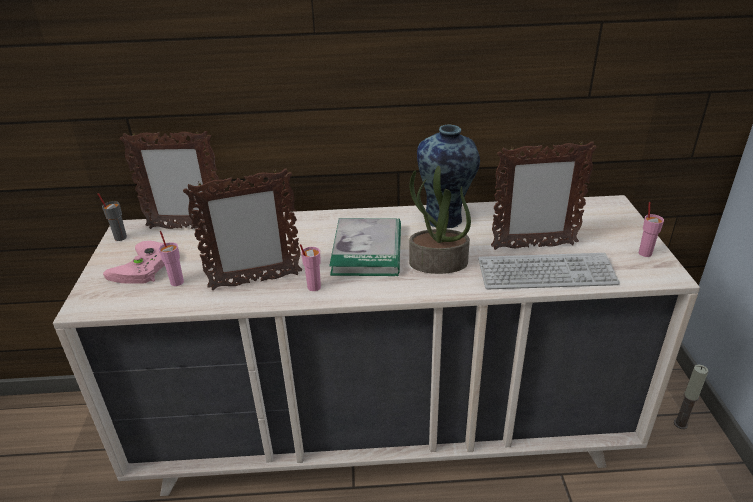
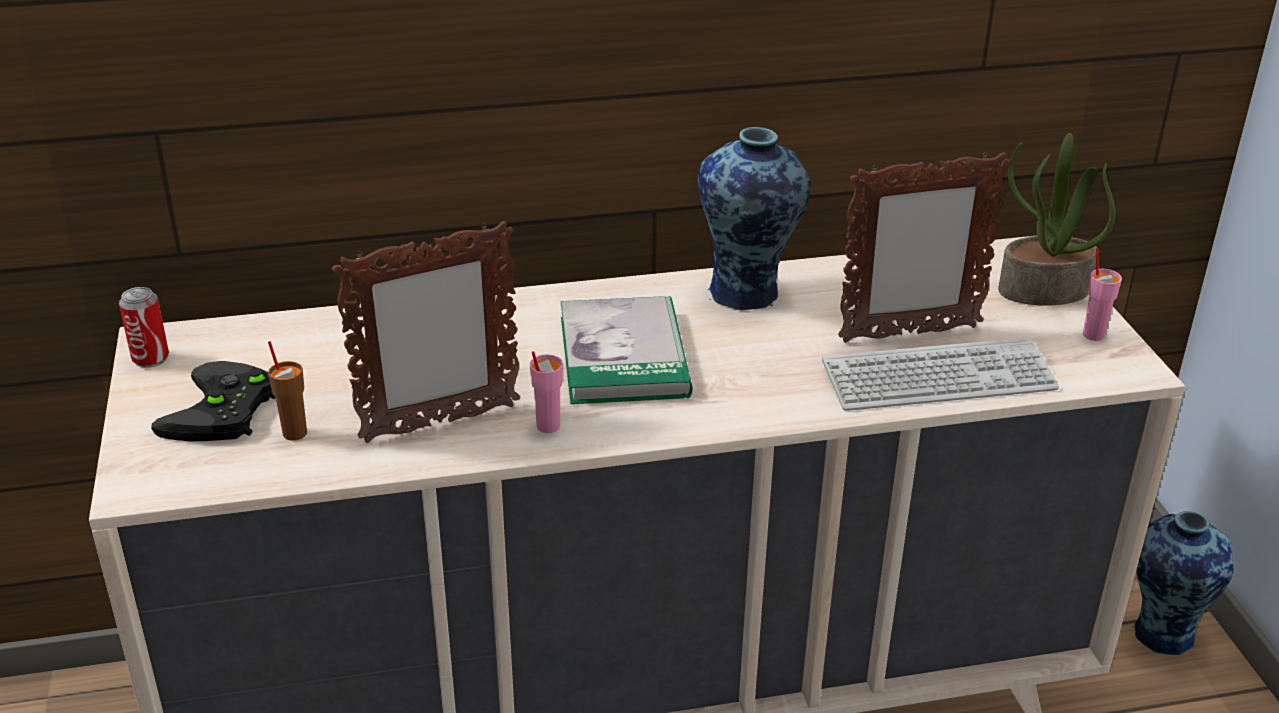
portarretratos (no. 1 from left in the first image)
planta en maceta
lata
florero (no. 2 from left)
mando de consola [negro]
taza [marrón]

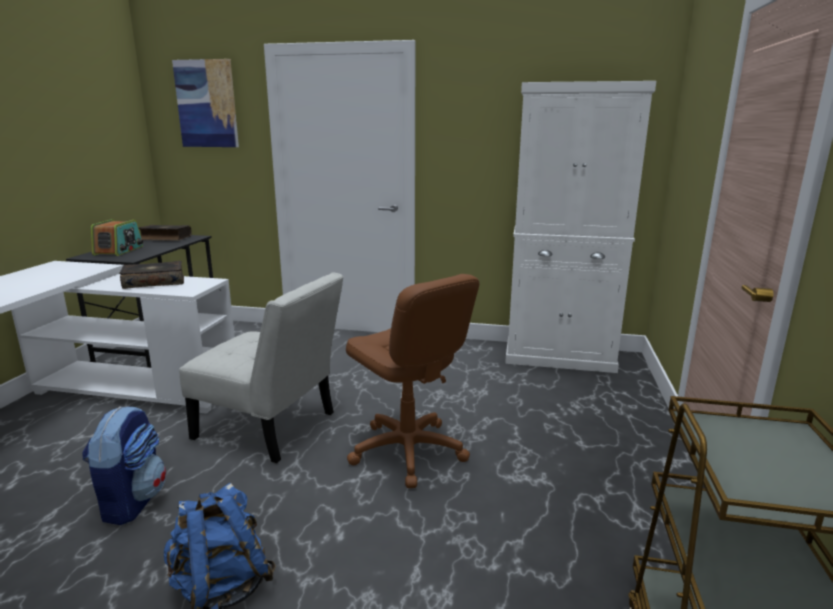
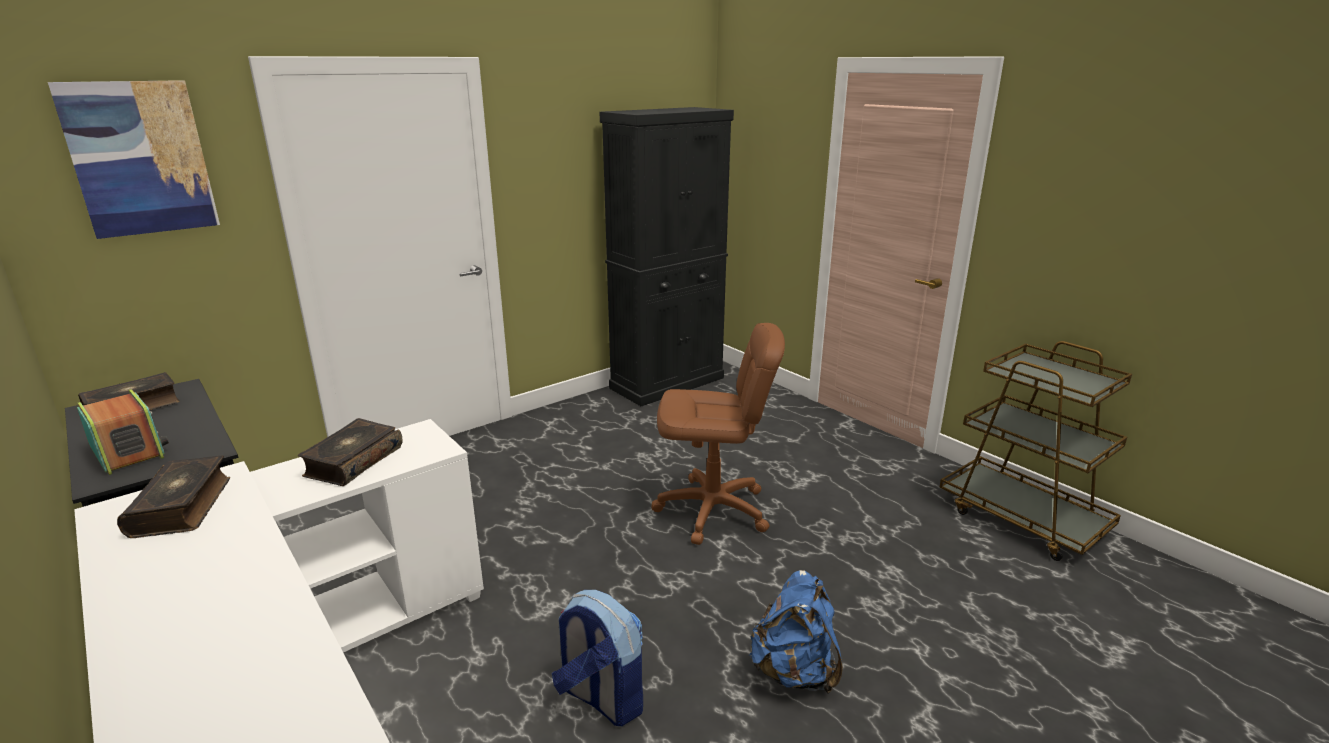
silla [blanco]
libro (no. 2 from left)
armario [negro]

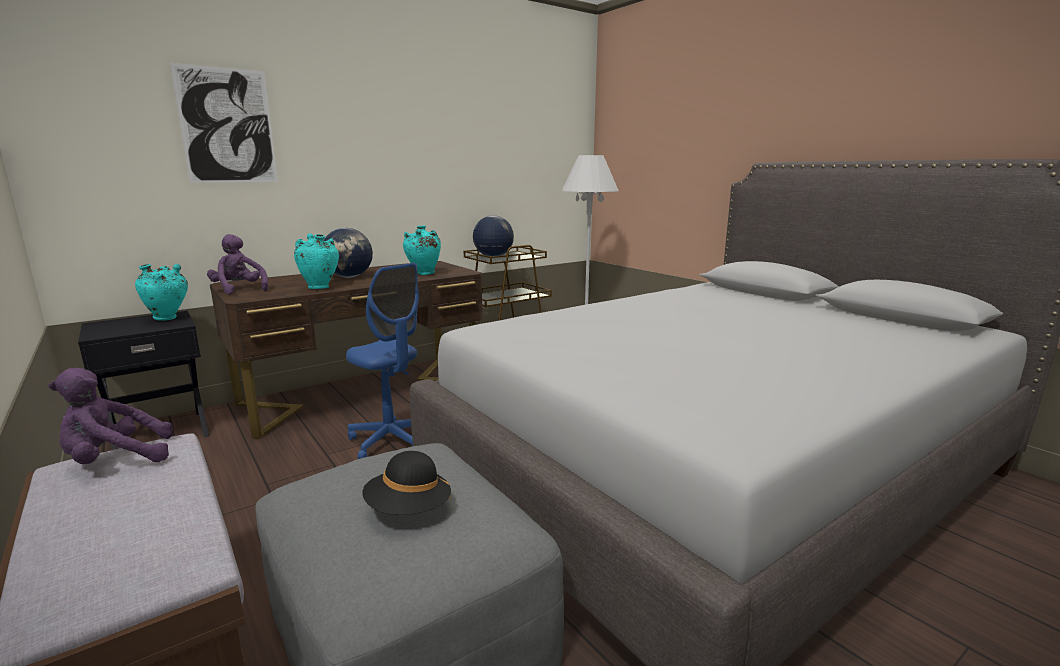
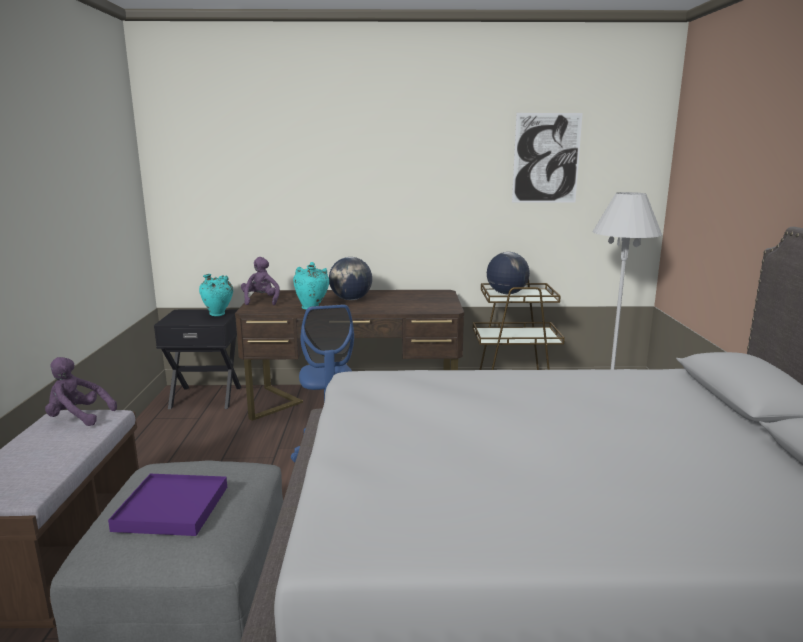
florero [turquesa] (no. 3 from left in the first image)
cuadro
bandeja [morado]

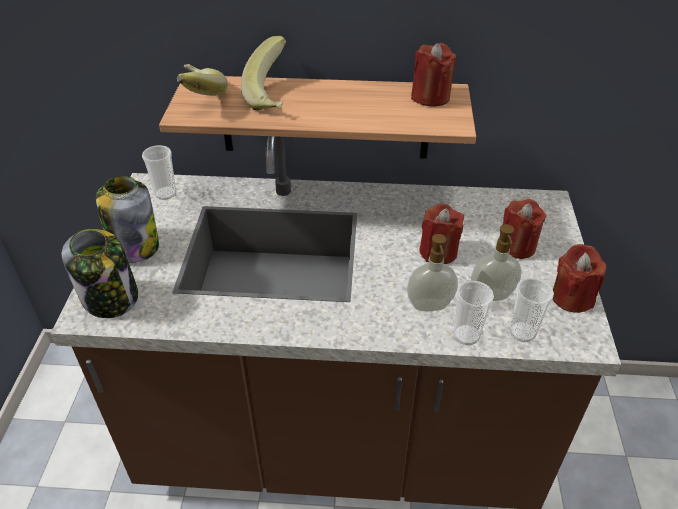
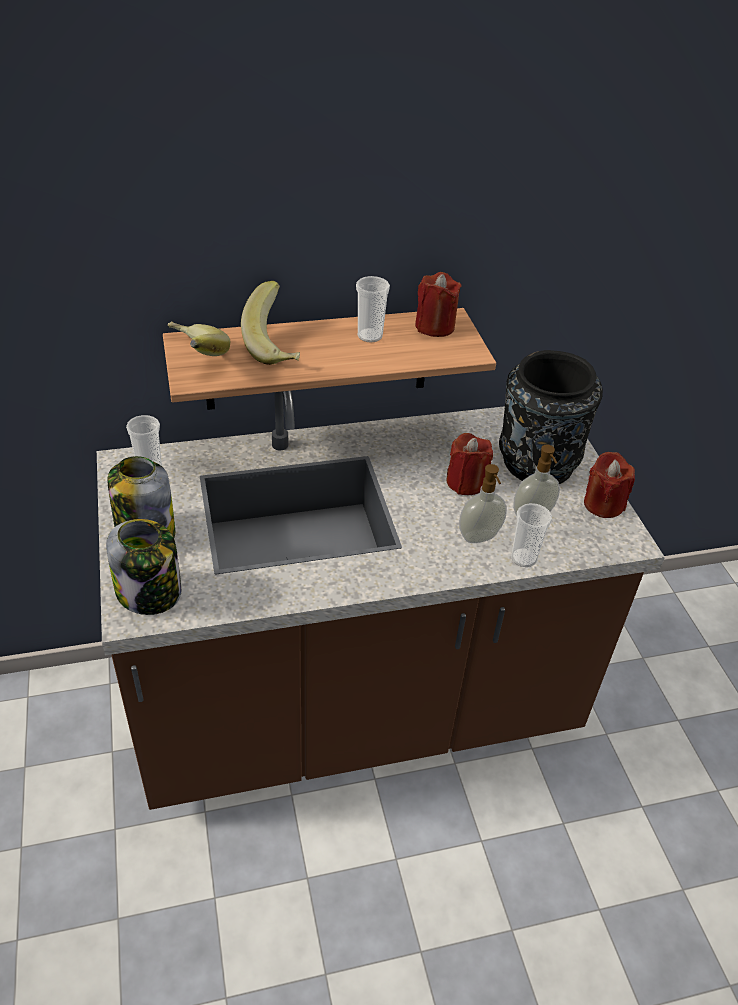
taza (no. 2 from left)
florero [negro]

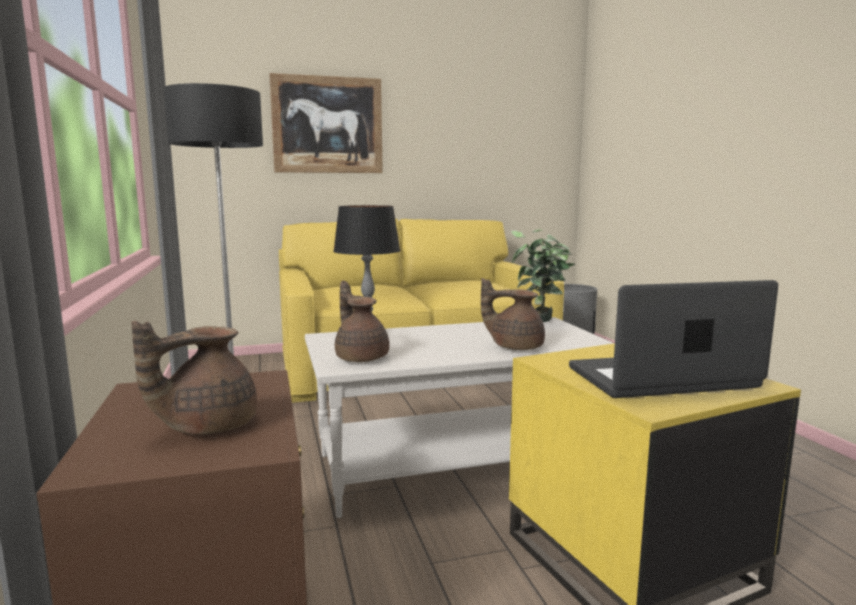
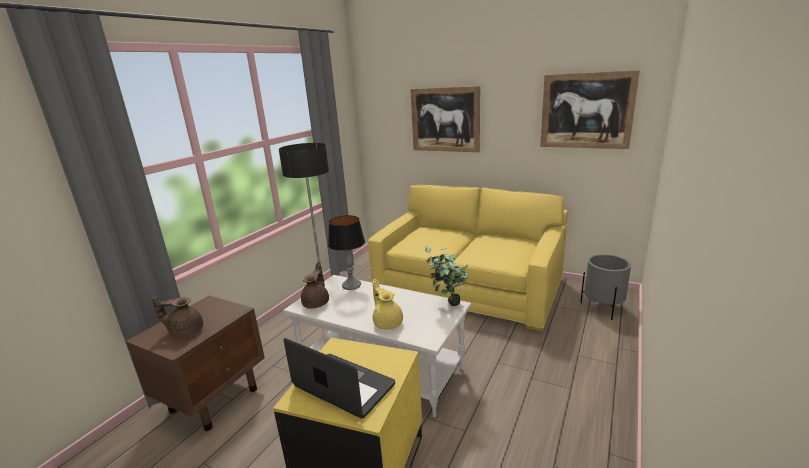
cuadro (no. 2 from left)
tetera [amarillo]

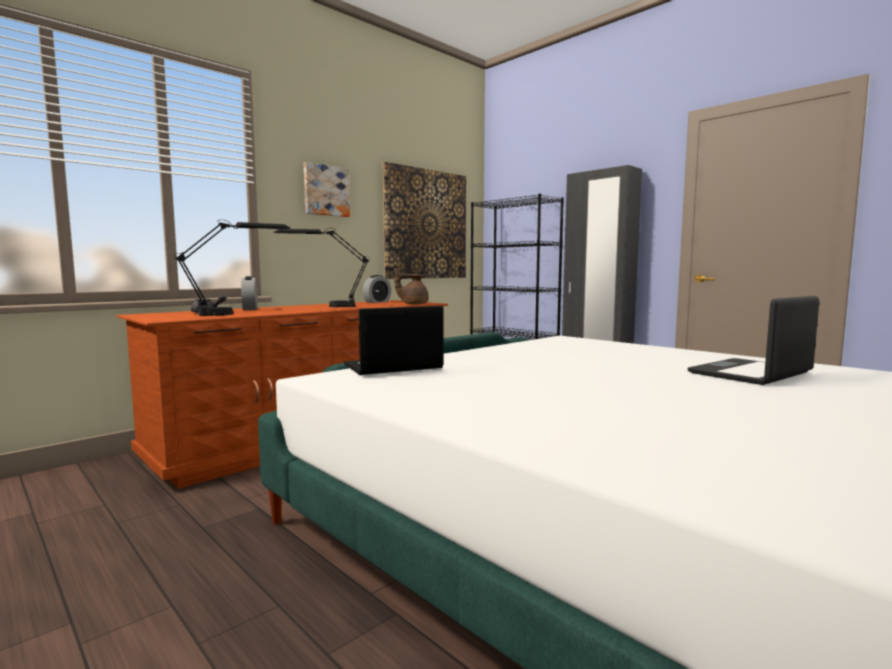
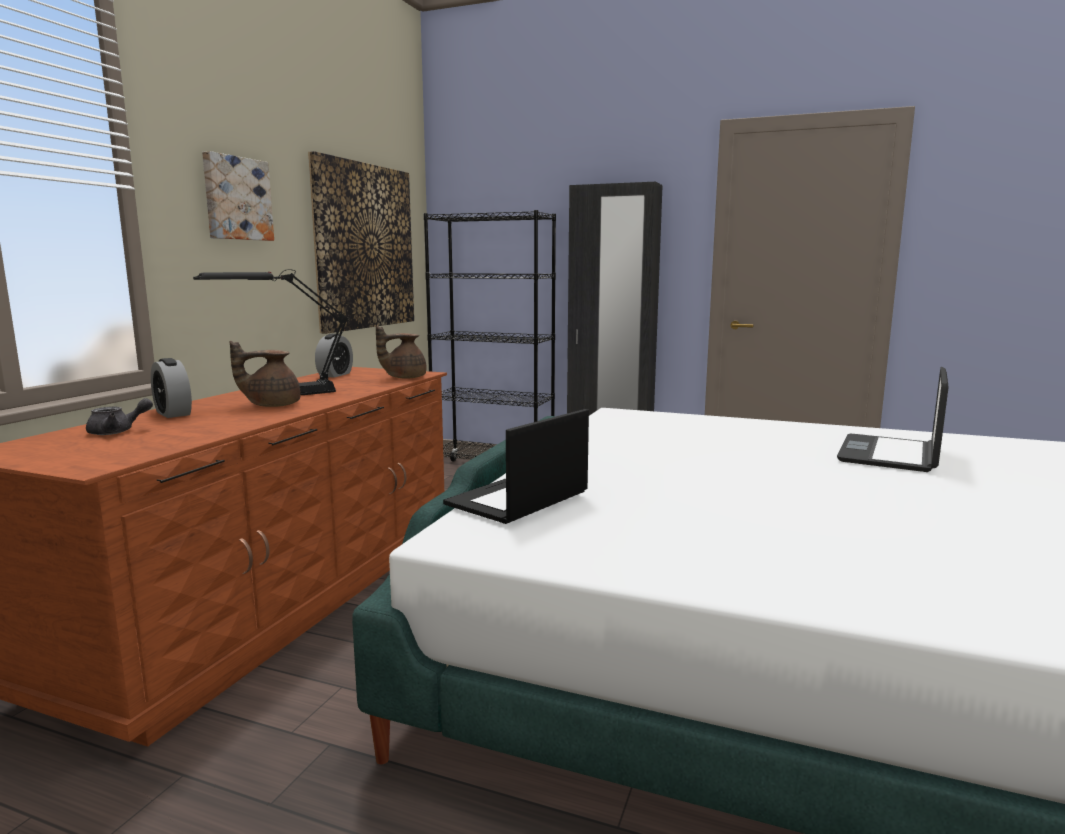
lámpara de mesa [negro] (no. 1 from left in the first image)
tetera [marrón] (no. 1 from left)

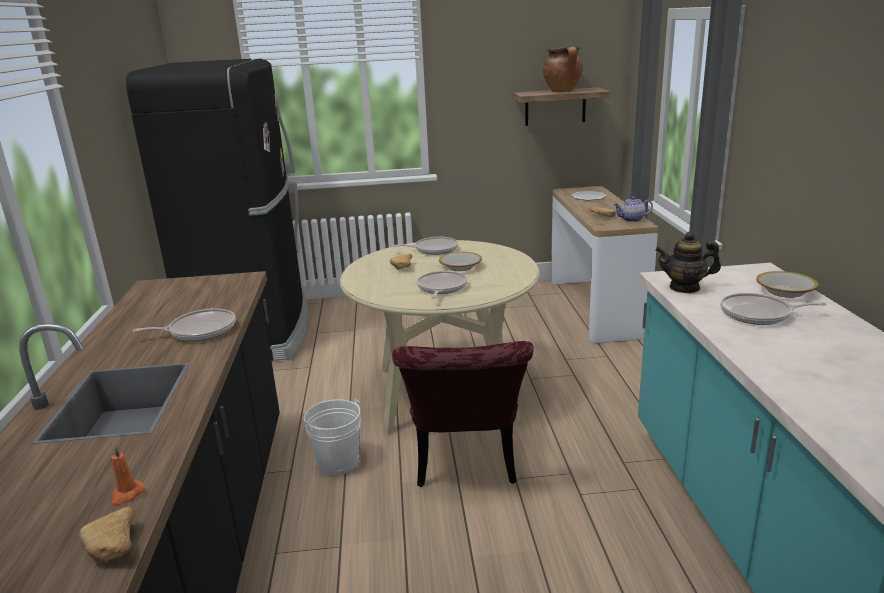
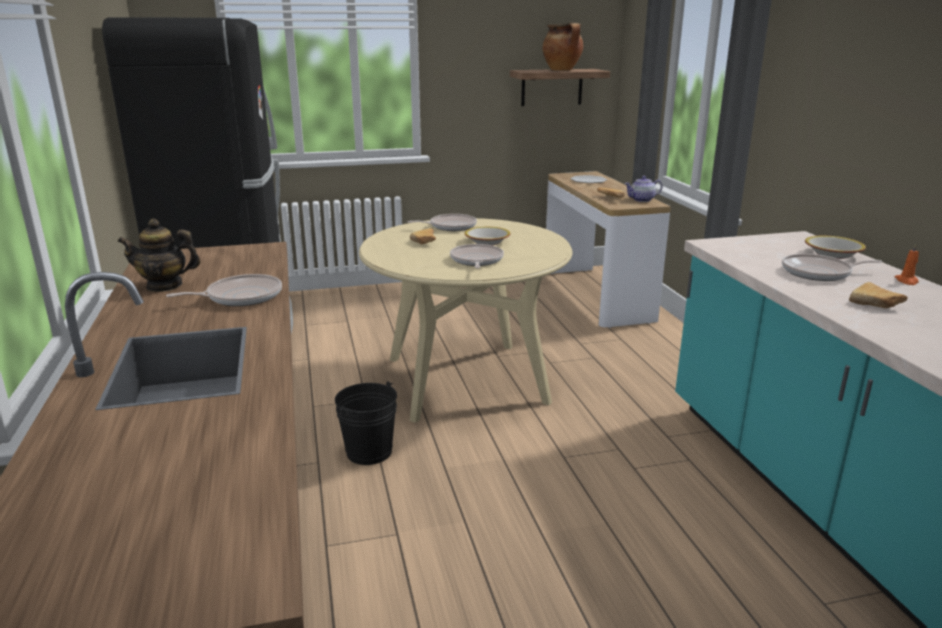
silla [rojo]
pan (no. 3 from left)
vela [naranja]
tetera (no. 1 from left)
cubo [negro]

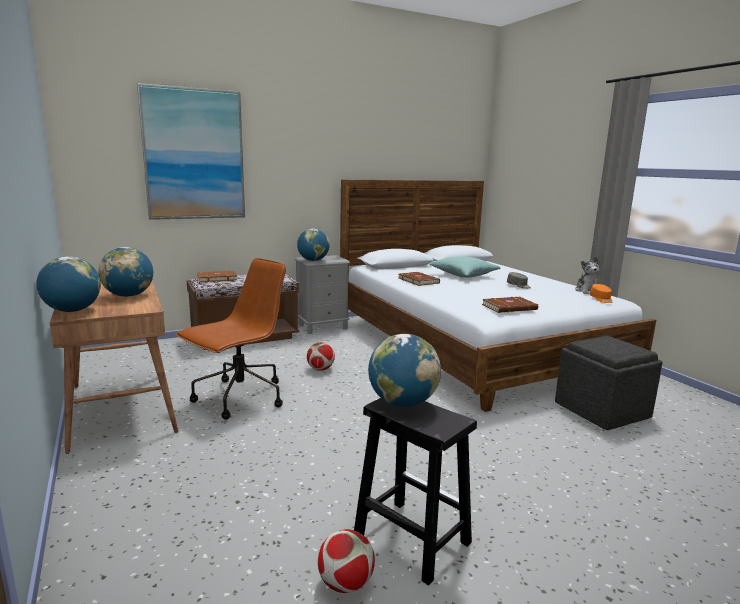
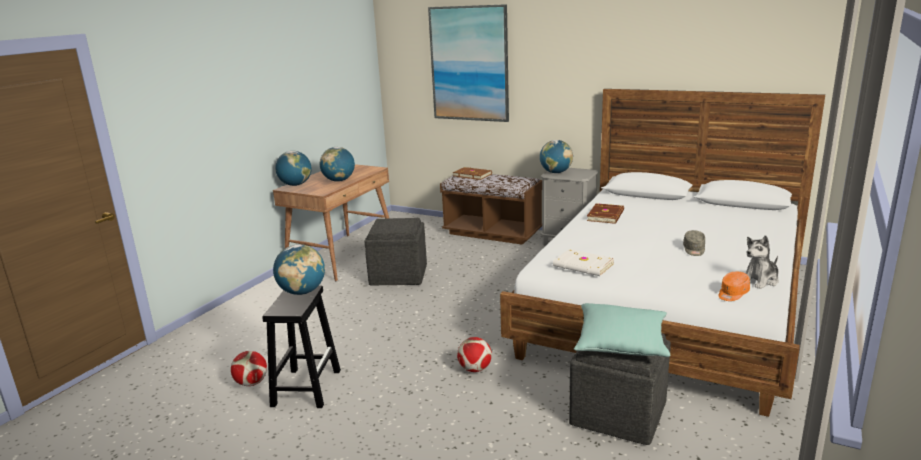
balón de fútbol (no. 2 from left)
cojín [turquesa]
puf [gris] (no. 1 from left)
libro [blanco]

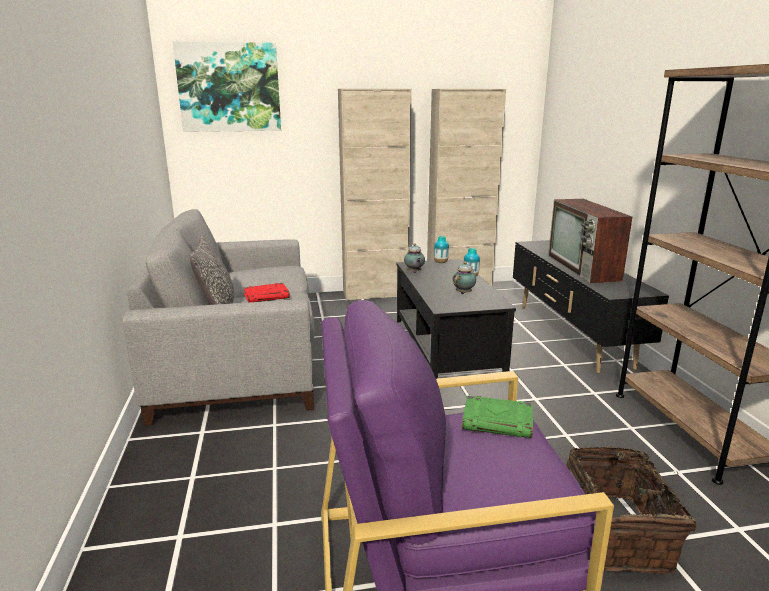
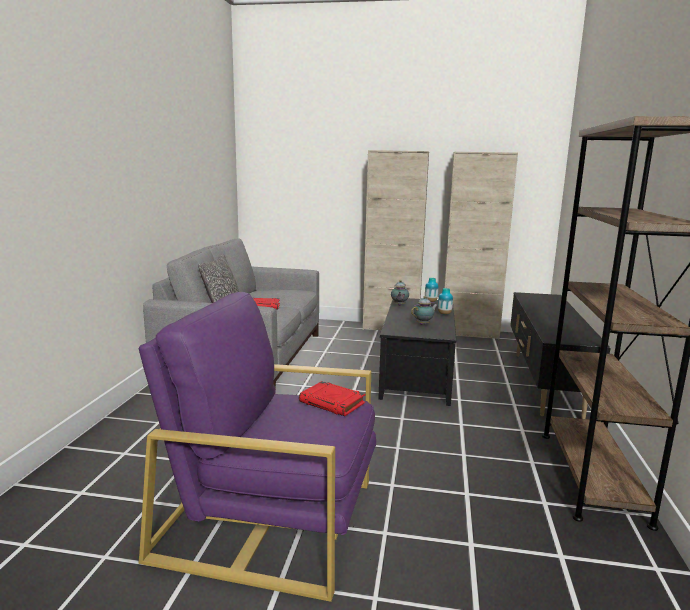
cuadro
televisor
cesta
libro [rojo] (no. 2 from left)

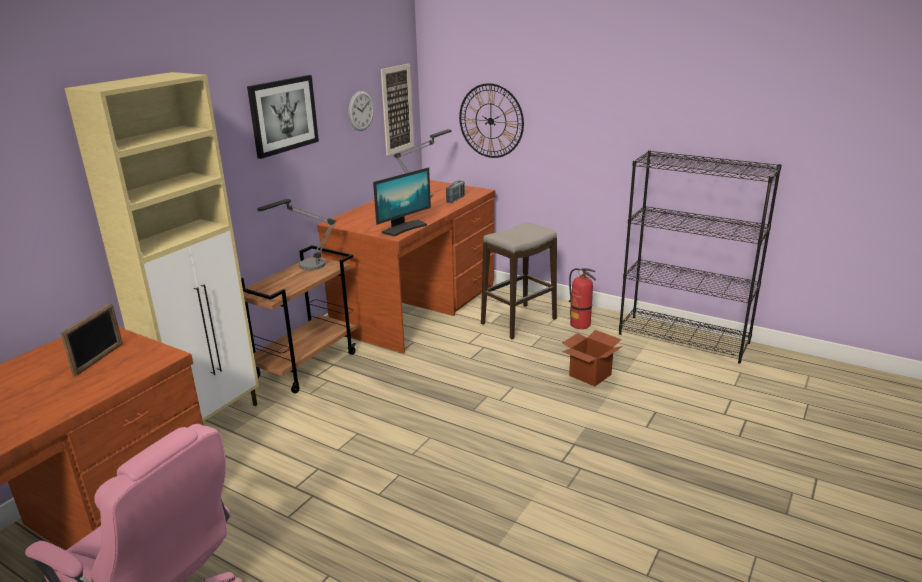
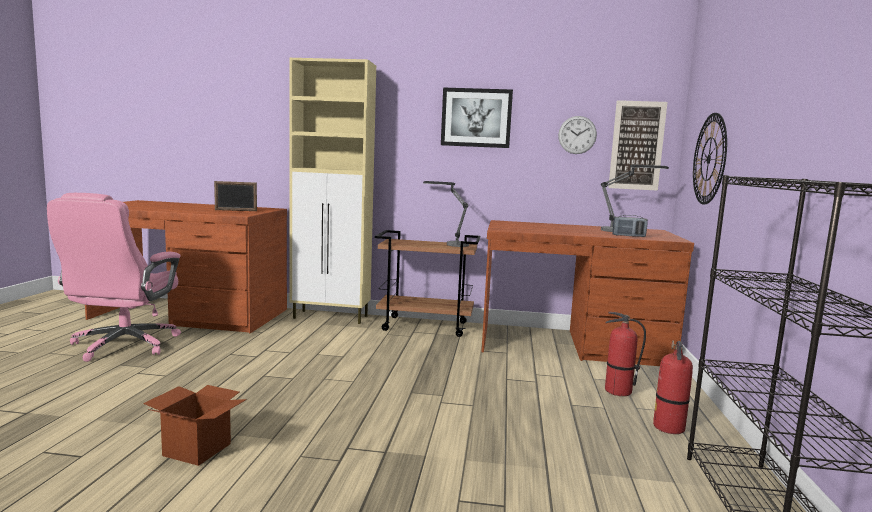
monitor
caja de cartón
extintor (no. 1 from left)

